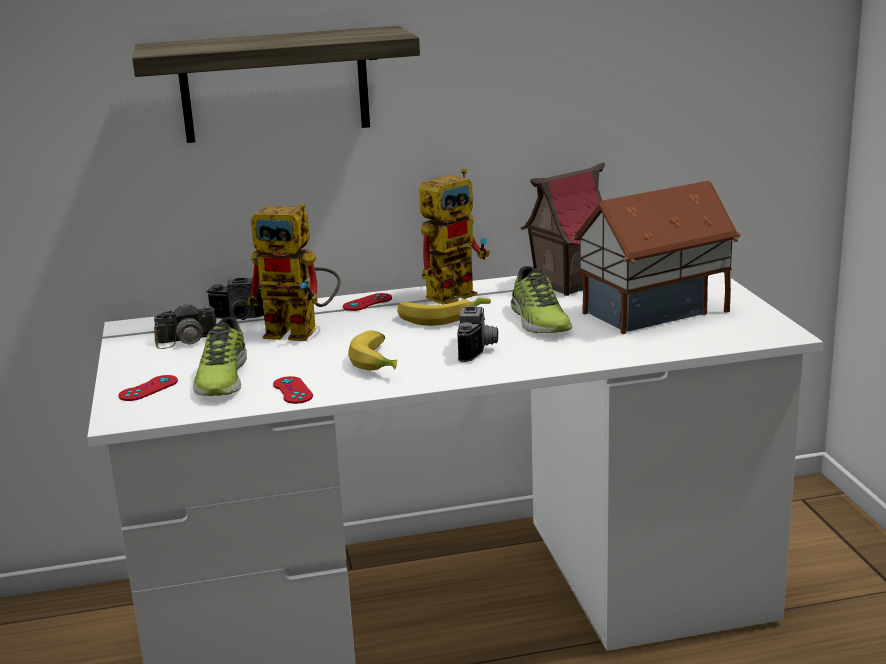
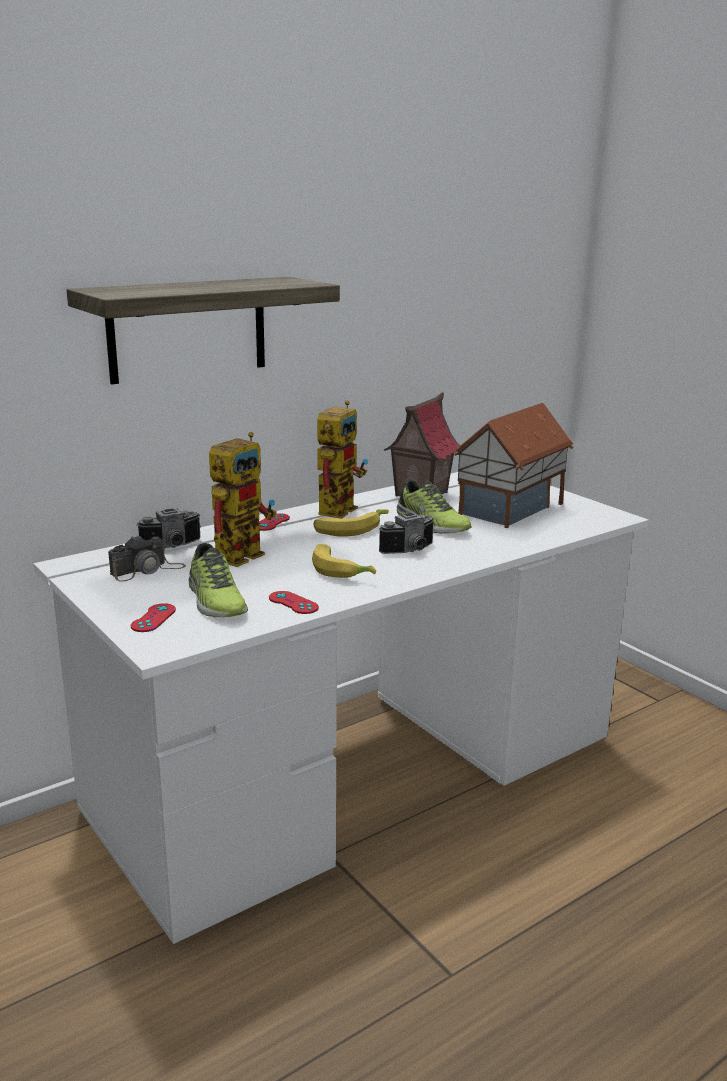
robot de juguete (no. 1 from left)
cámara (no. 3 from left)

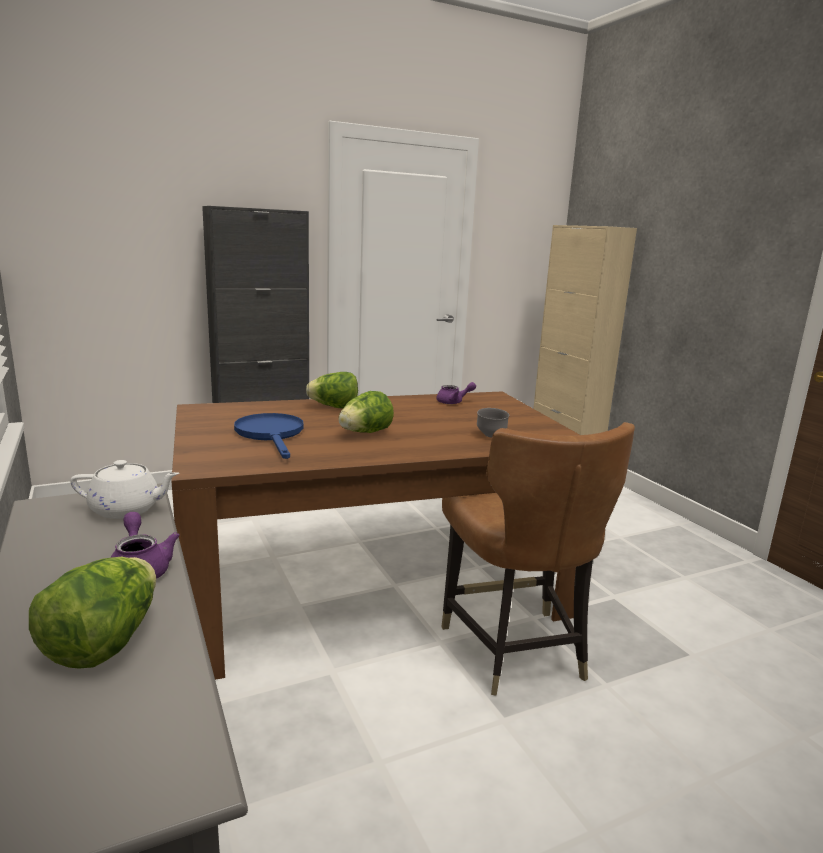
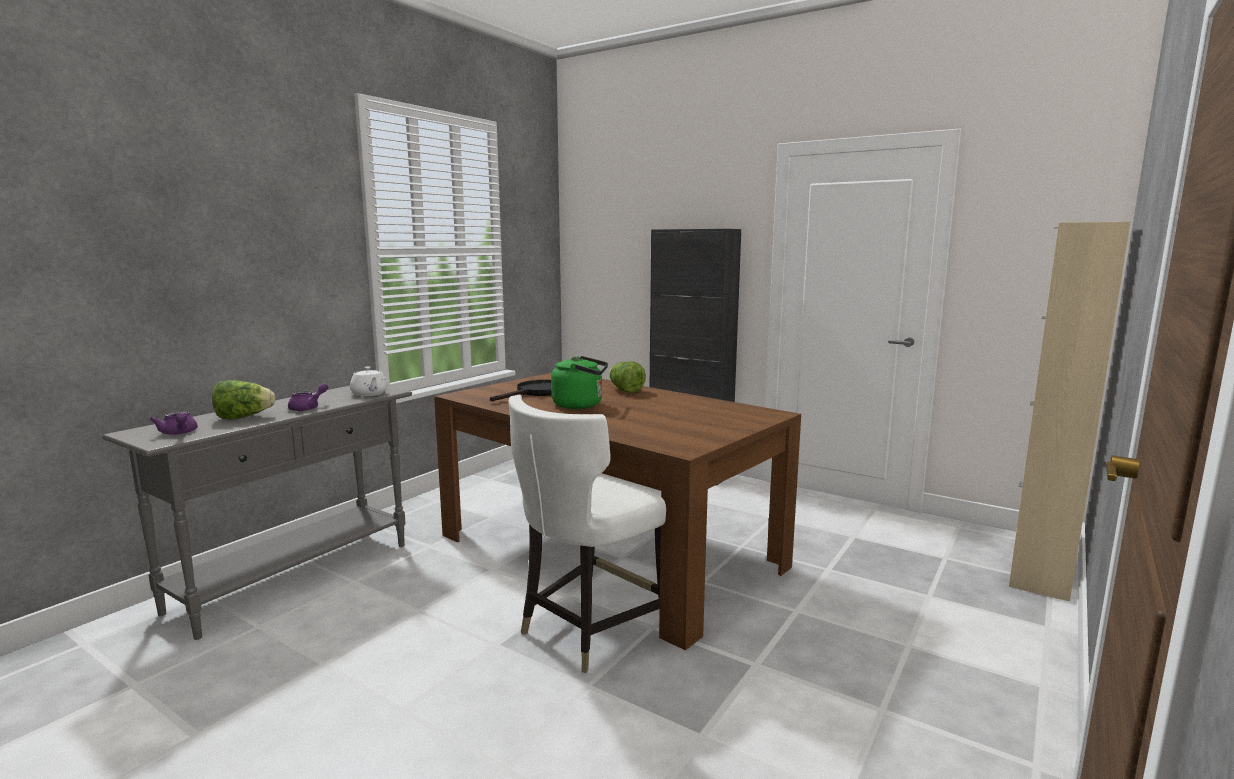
cuenco [gris]
tetera [morado] (no. 1 from left)
hervidor [verde]
sartén [negro]
silla [blanco]

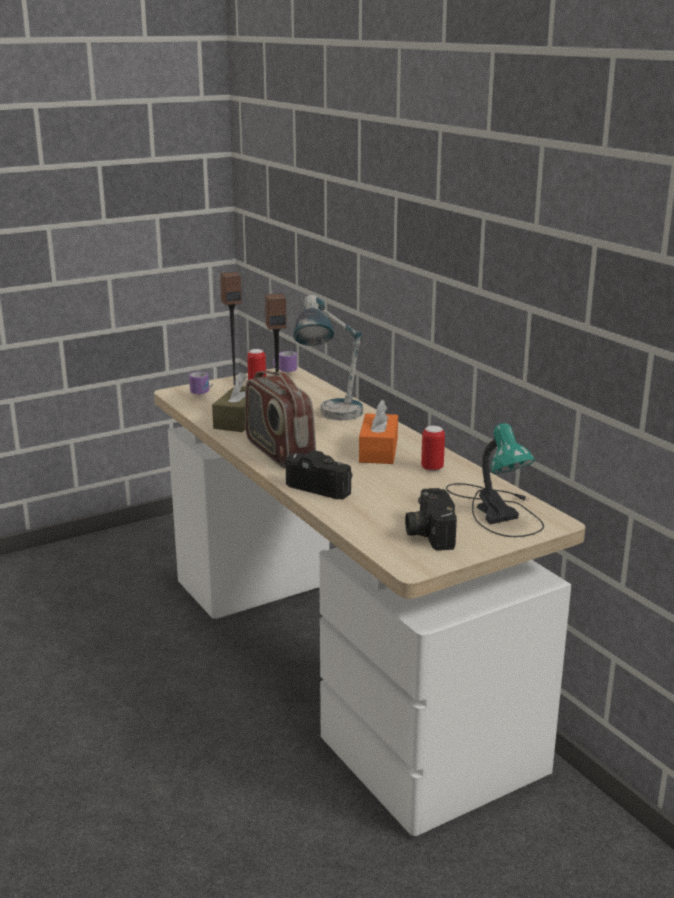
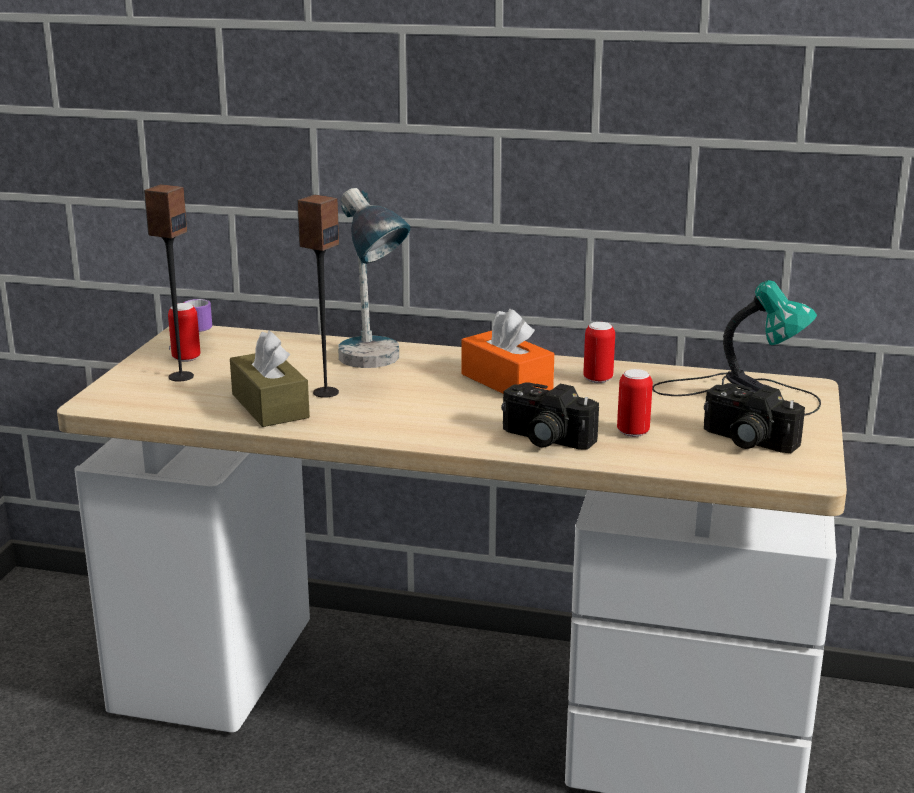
taza grande (no. 1 from left in the first image)
radio
lata (no. 3 from left)
cámara (no. 1 from left)

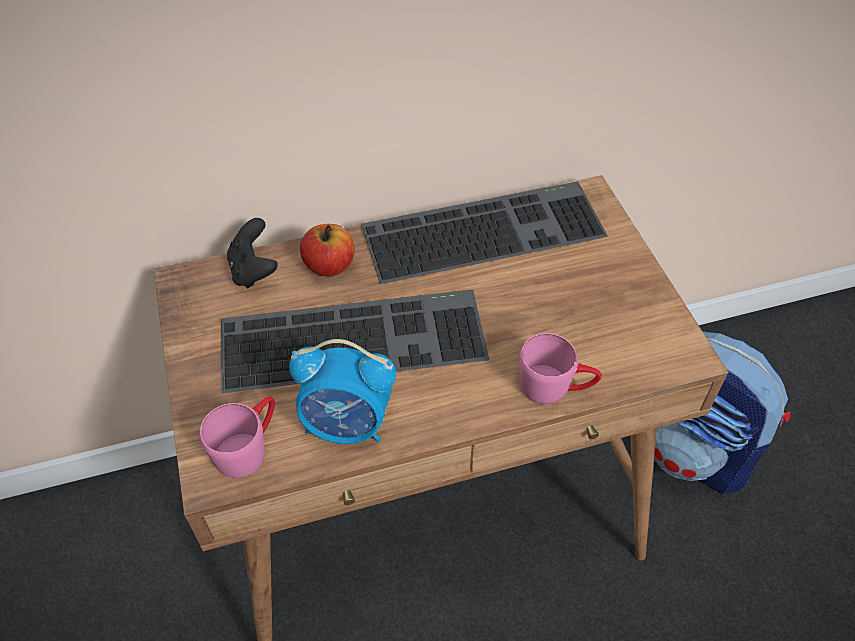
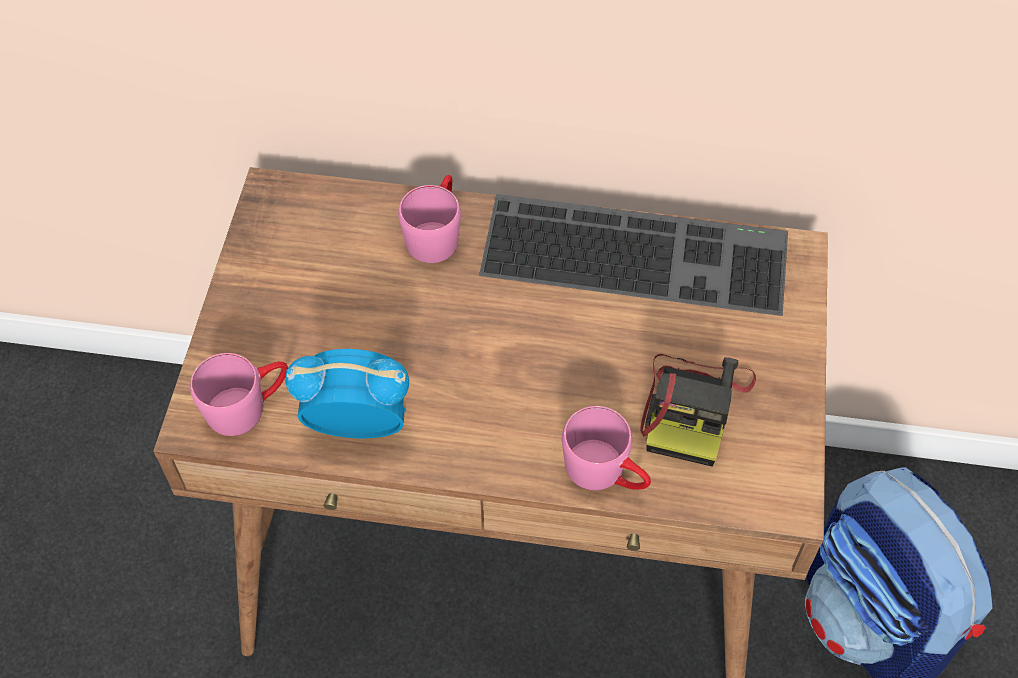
teclado (no. 1 from left in the first image)
mando de consola [negro]
cámara
taza grande [rosa] (no. 2 from left)
despertador

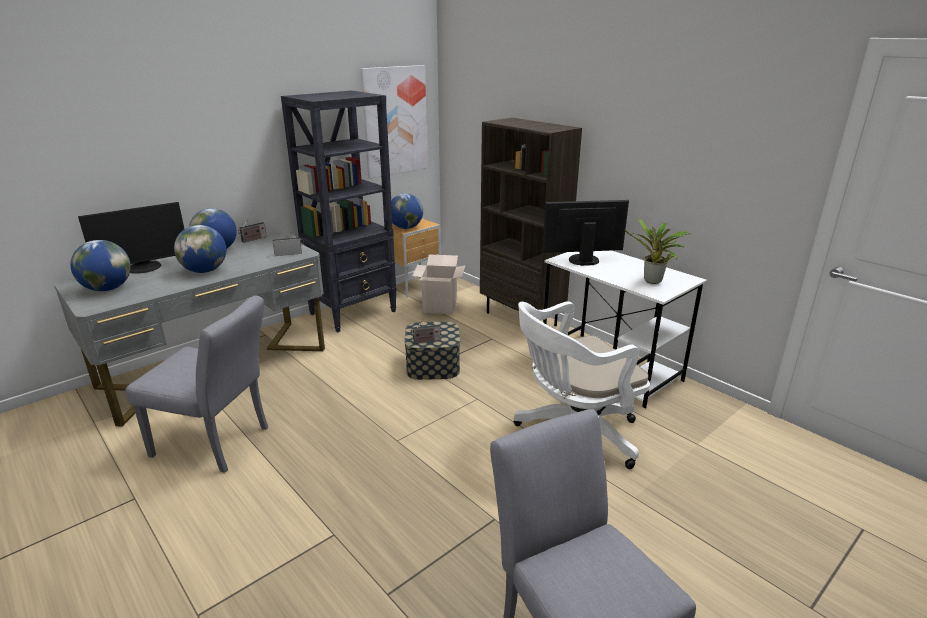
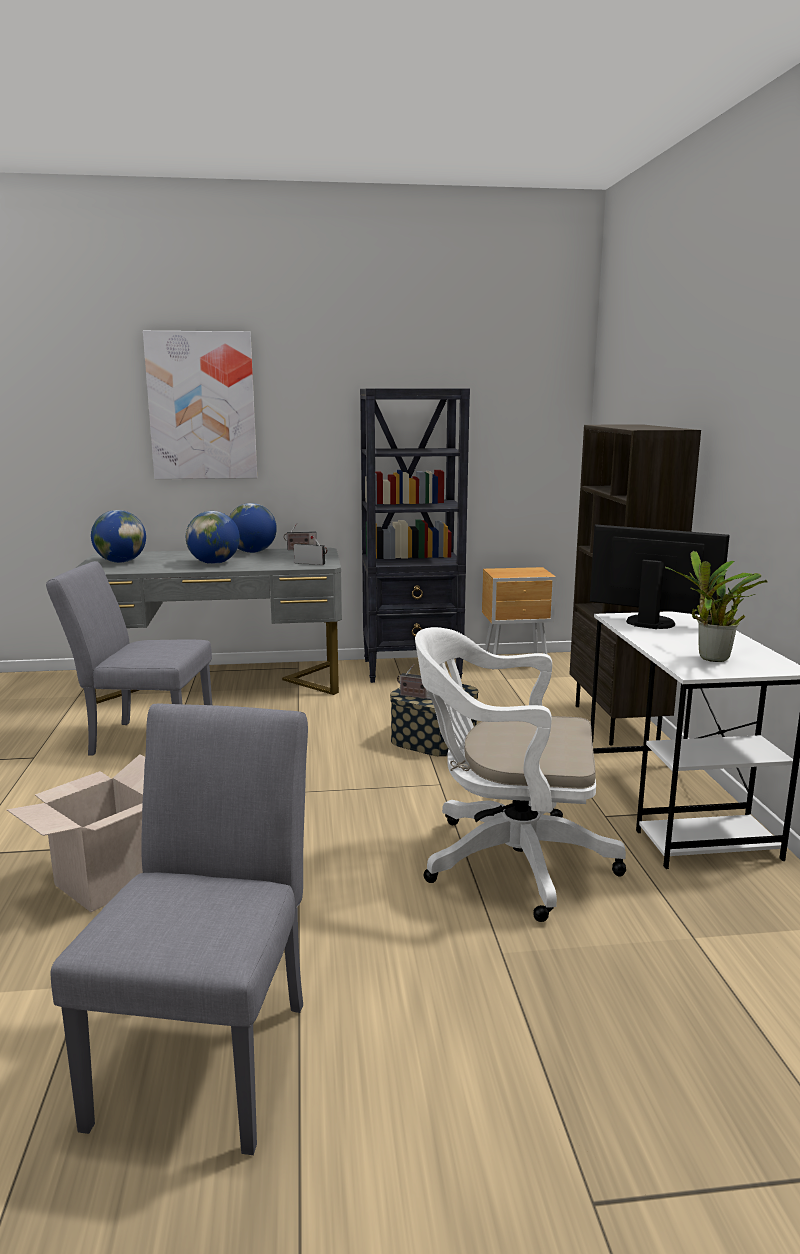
monitor (no. 1 from left in the first image)
globo terráqueo (no. 4 from left in the first image)
cuadro
caja de cartón
silla [gris] (no. 1 from left)

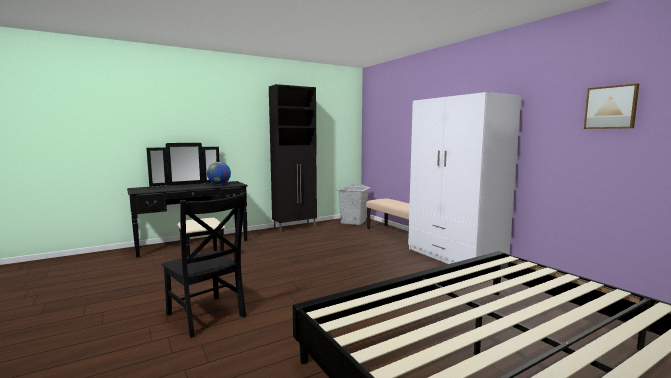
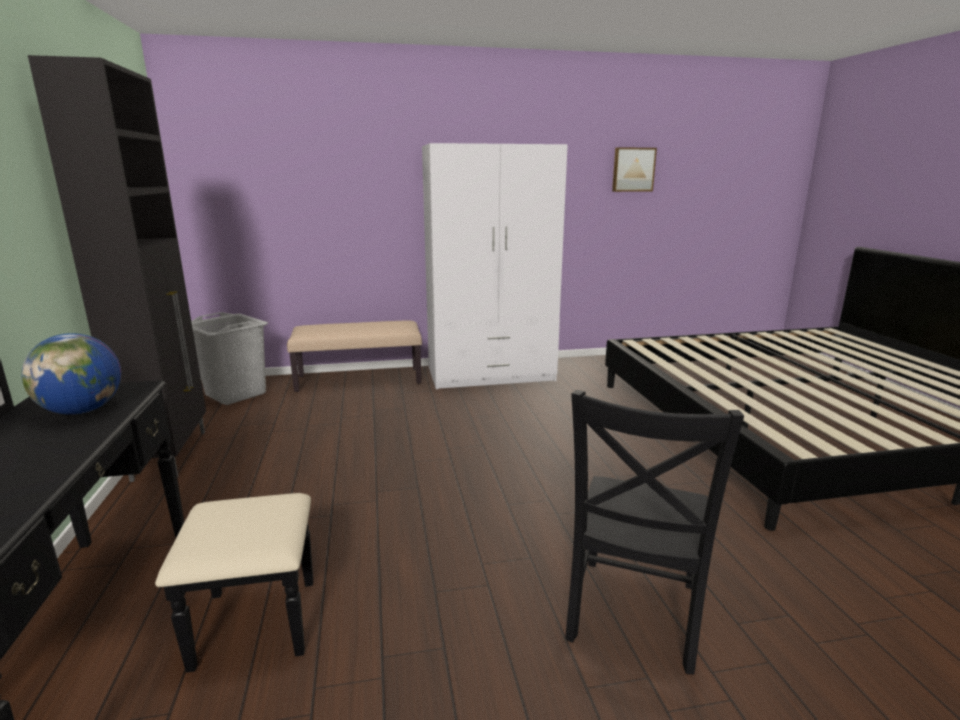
silla [negro]

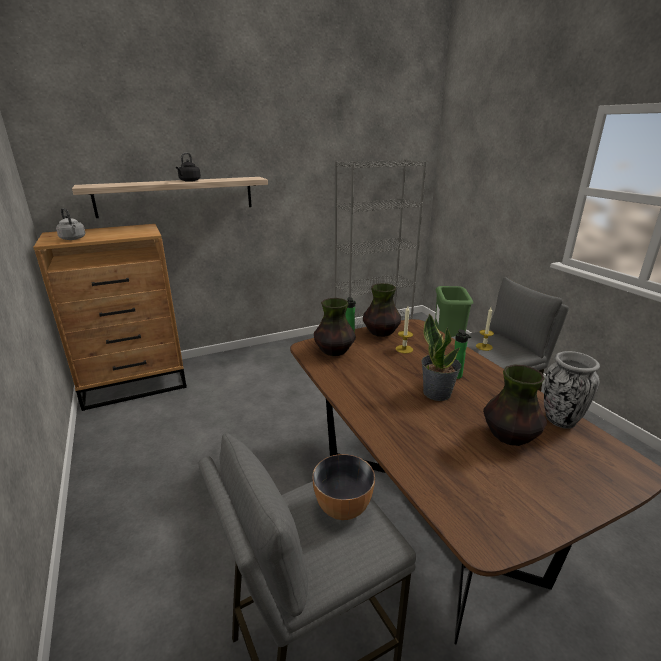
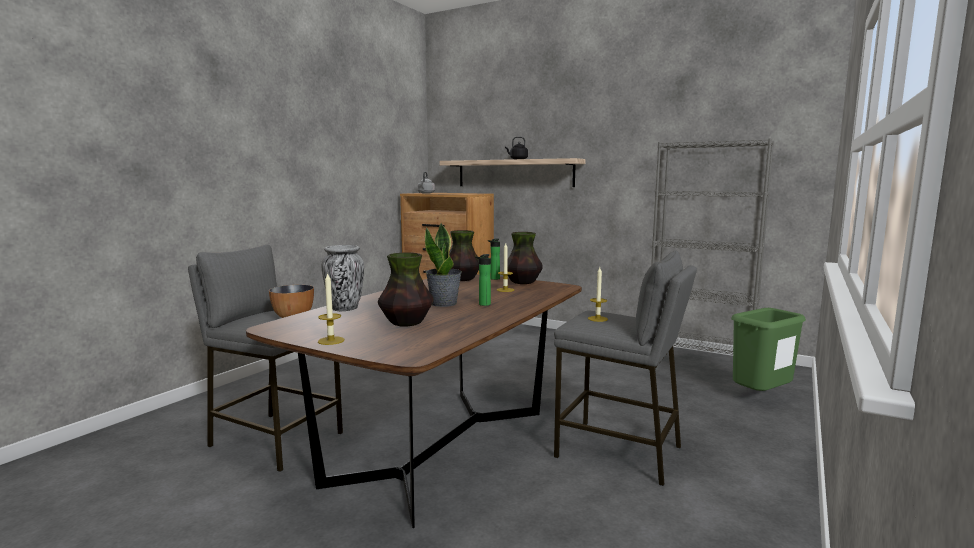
vela (no. 1 from left)
florero (no. 1 from left)

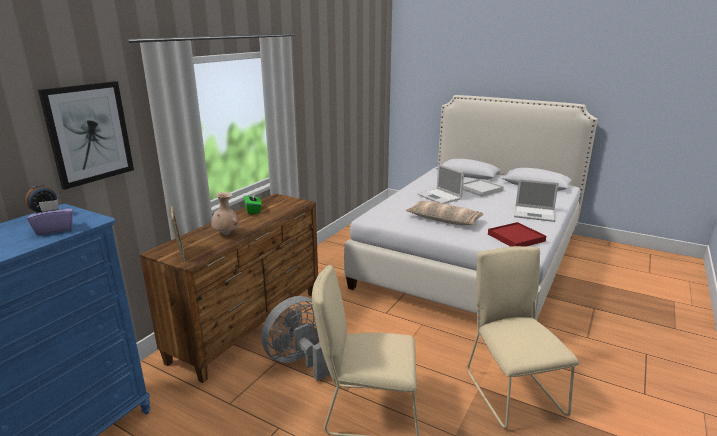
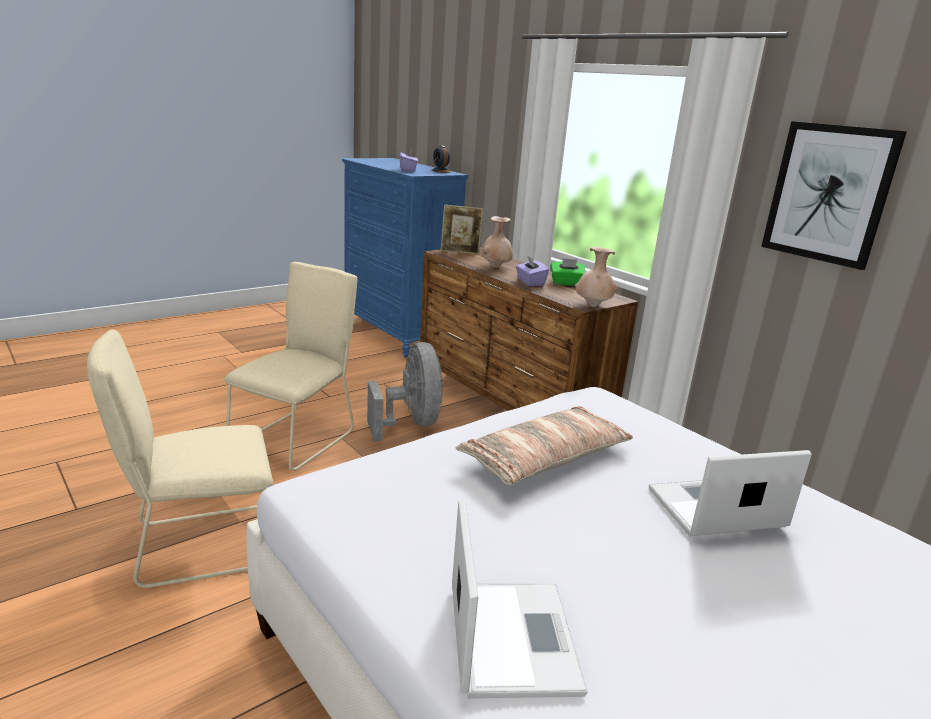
bandeja [blanco]
bandeja [rojo]
caja de pañuelos [morado] (no. 2 from left)
florero [beis] (no. 2 from left)
cuadro
silla [beis] (no. 1 from left)
portátil (no. 1 from left)

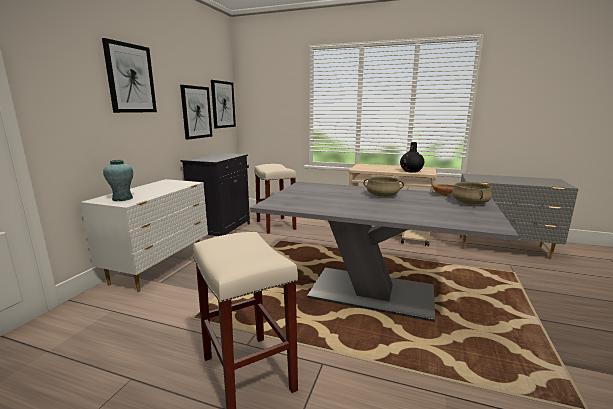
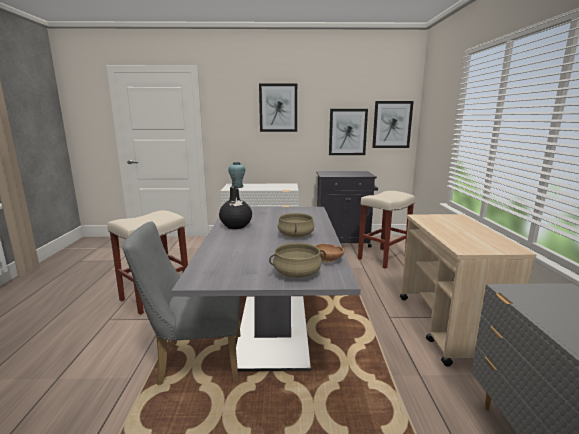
silla [gris]
florero [negro]

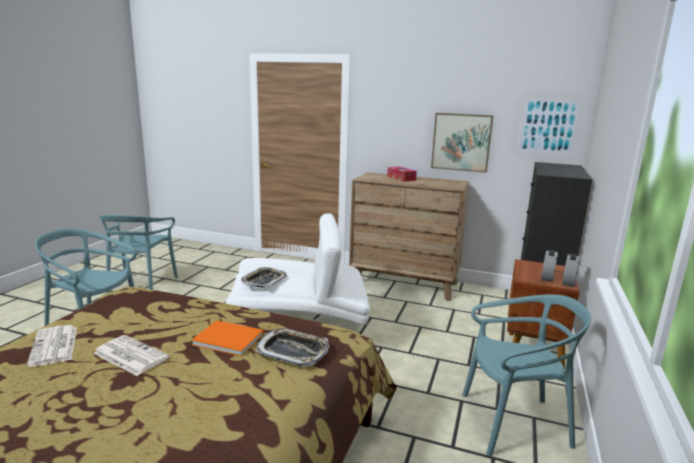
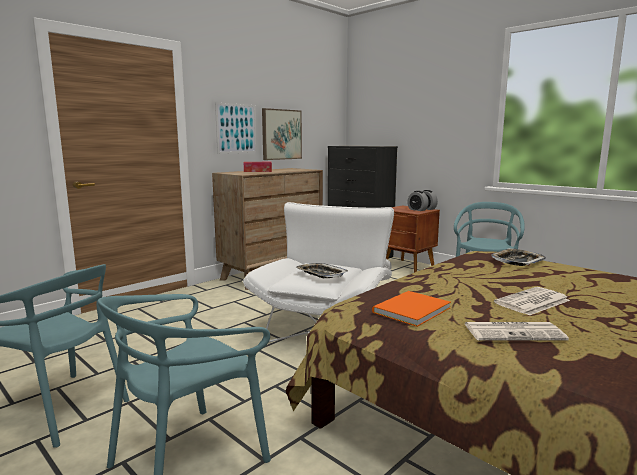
libro [naranja]
cuadro (no. 1 from left)

